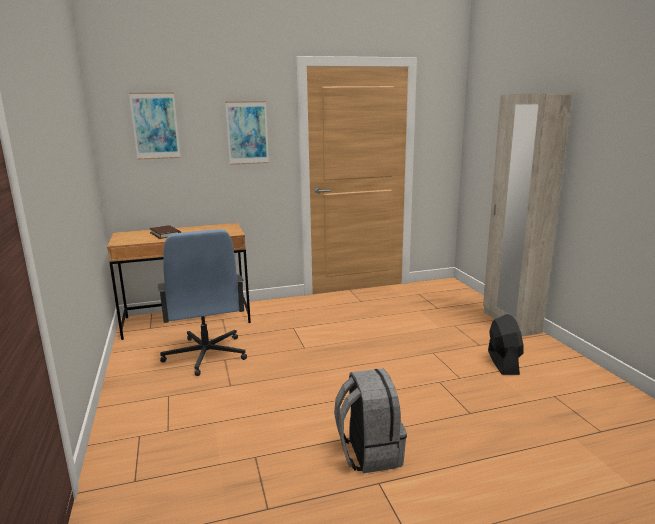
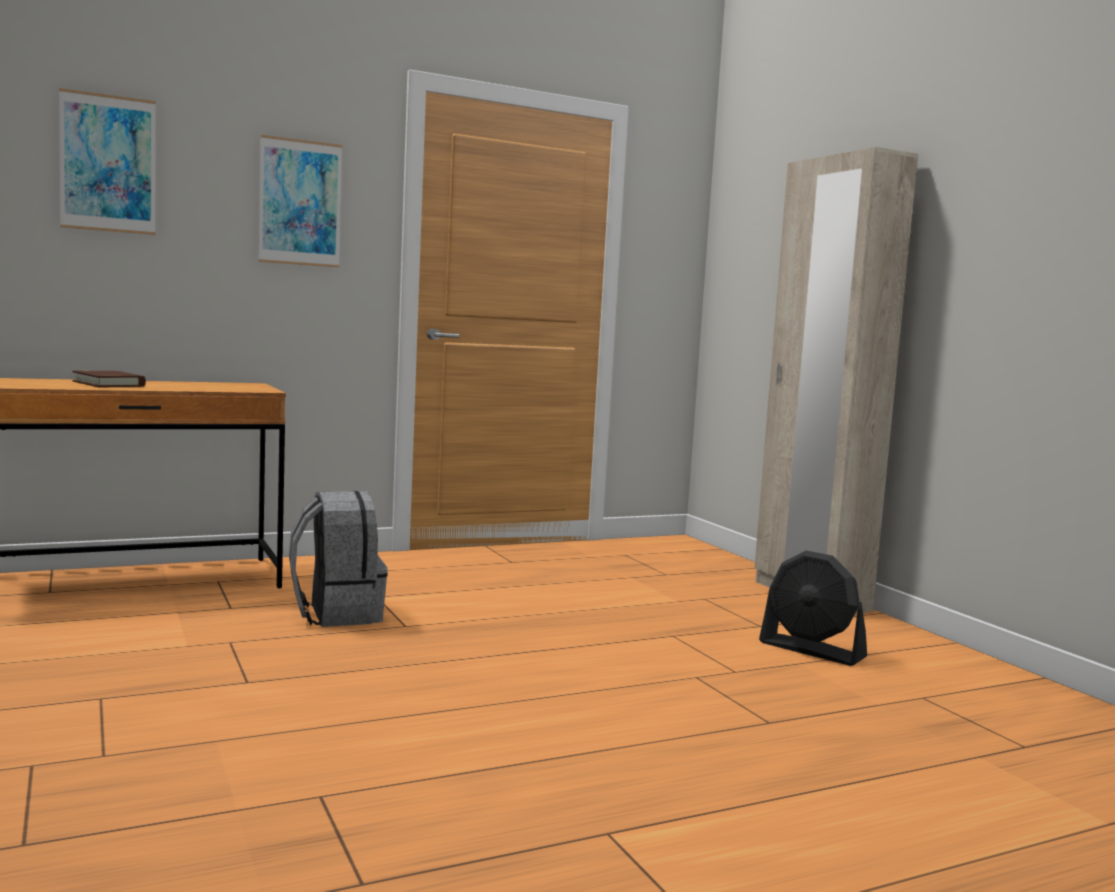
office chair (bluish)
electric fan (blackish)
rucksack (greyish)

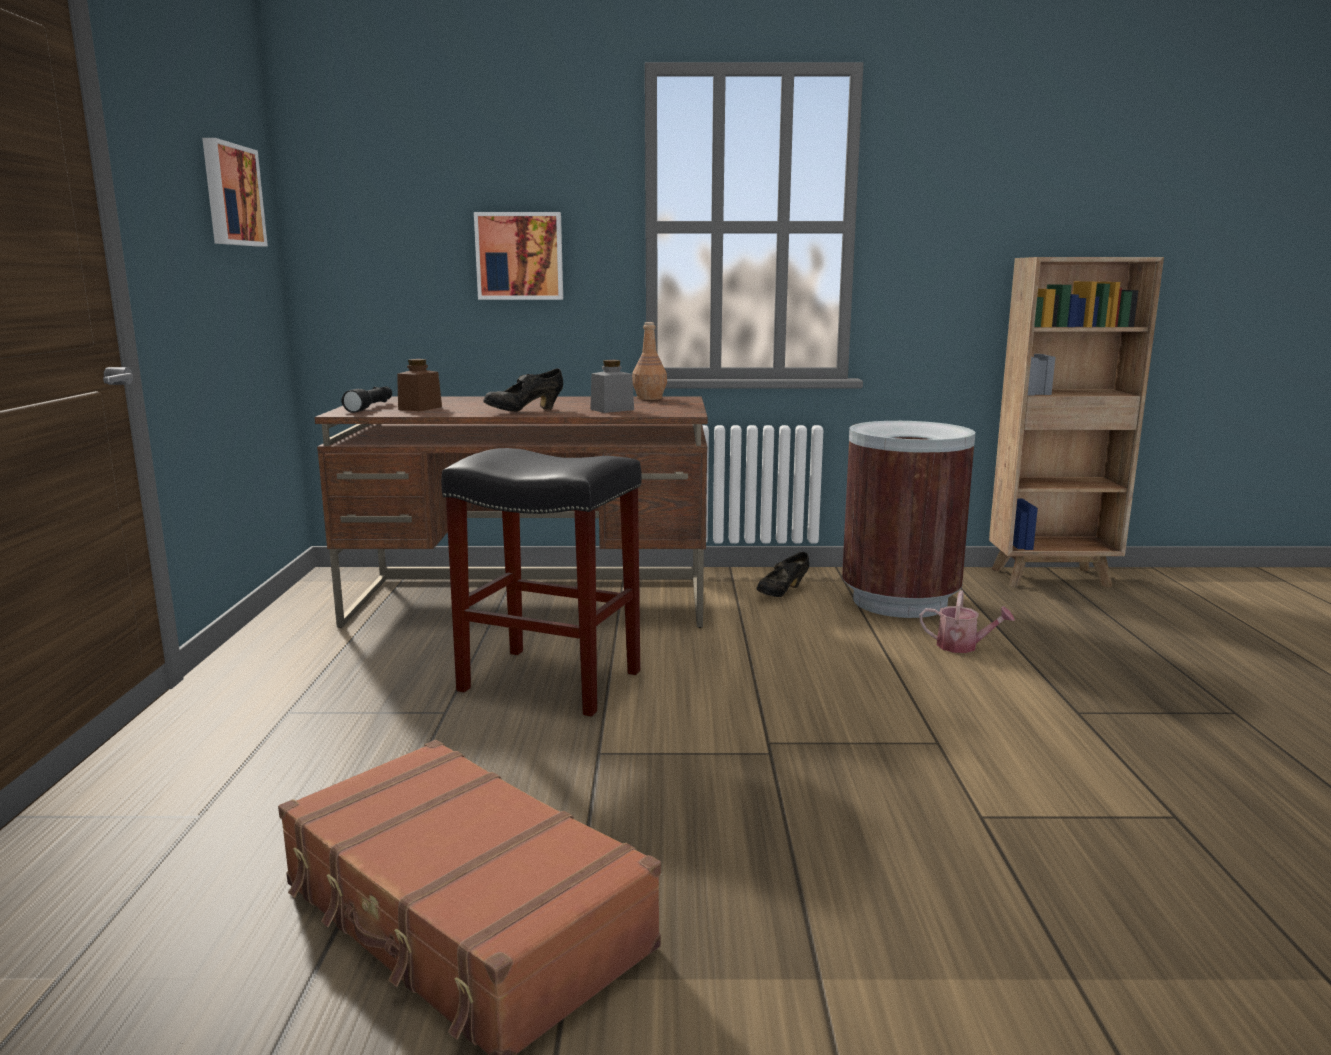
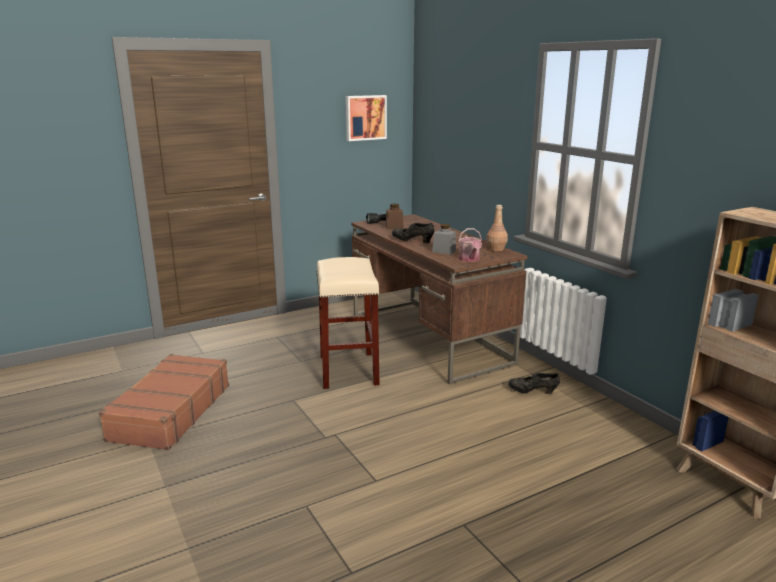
picture (2nd from left in the first image)
rubbish bin (brownish)
stool (beige-coloured)
watering pot

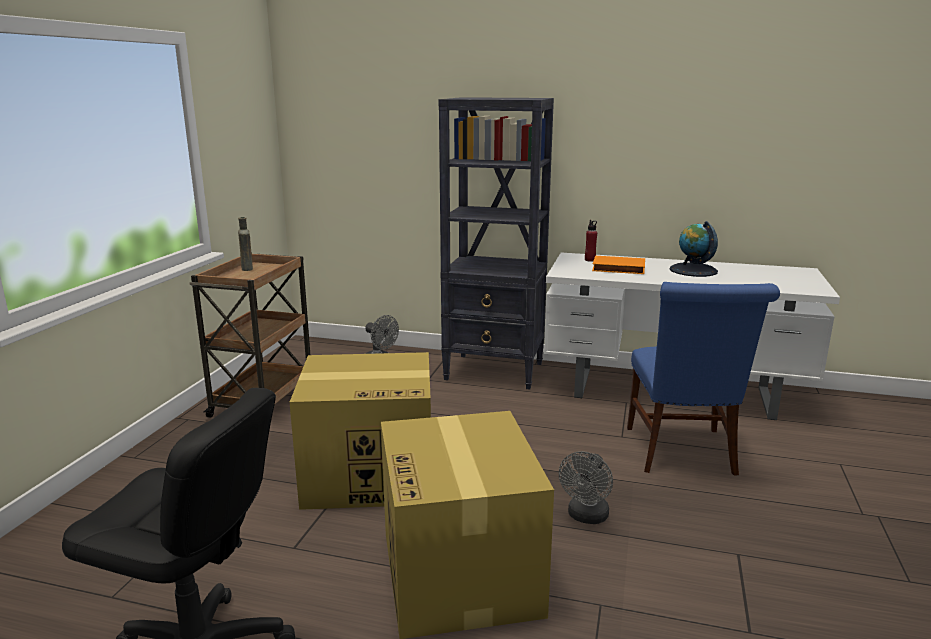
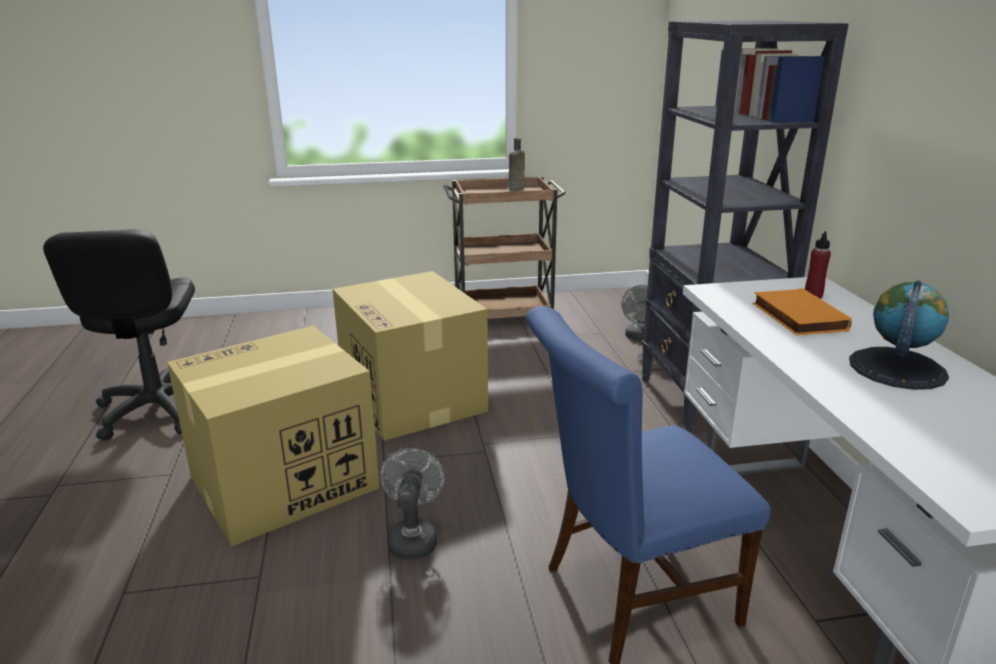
electric fan (greyish) (1st from left)

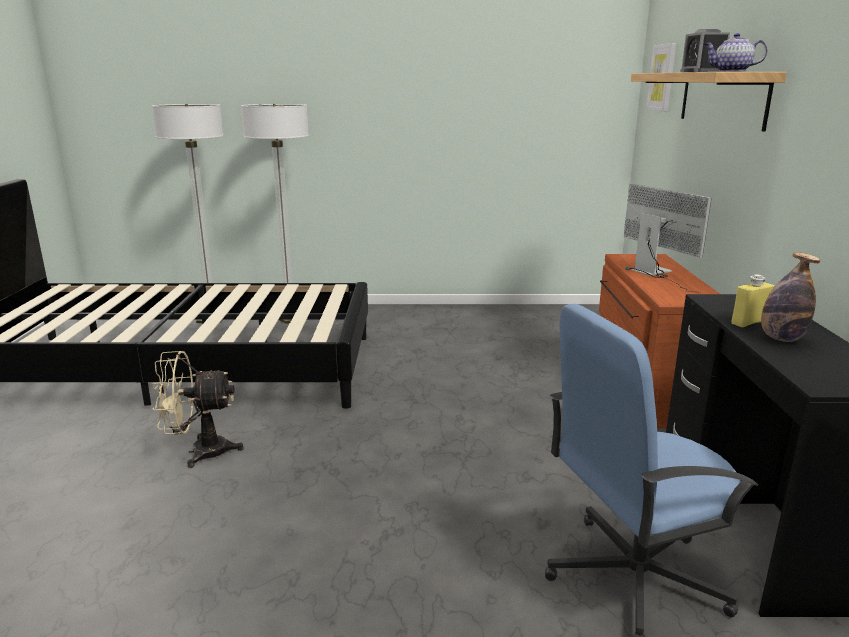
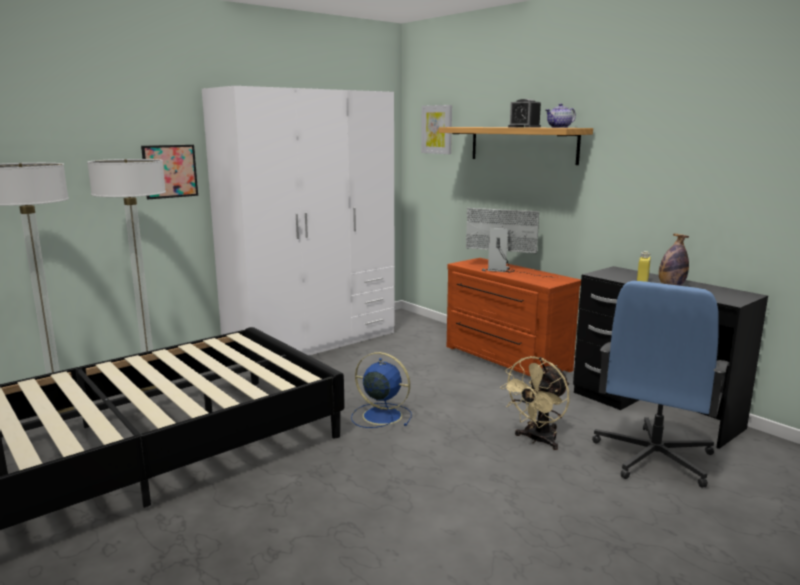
electric fan (beige-coloured)
armoire (white)
picture (1st from left)
electric fan (bluish)

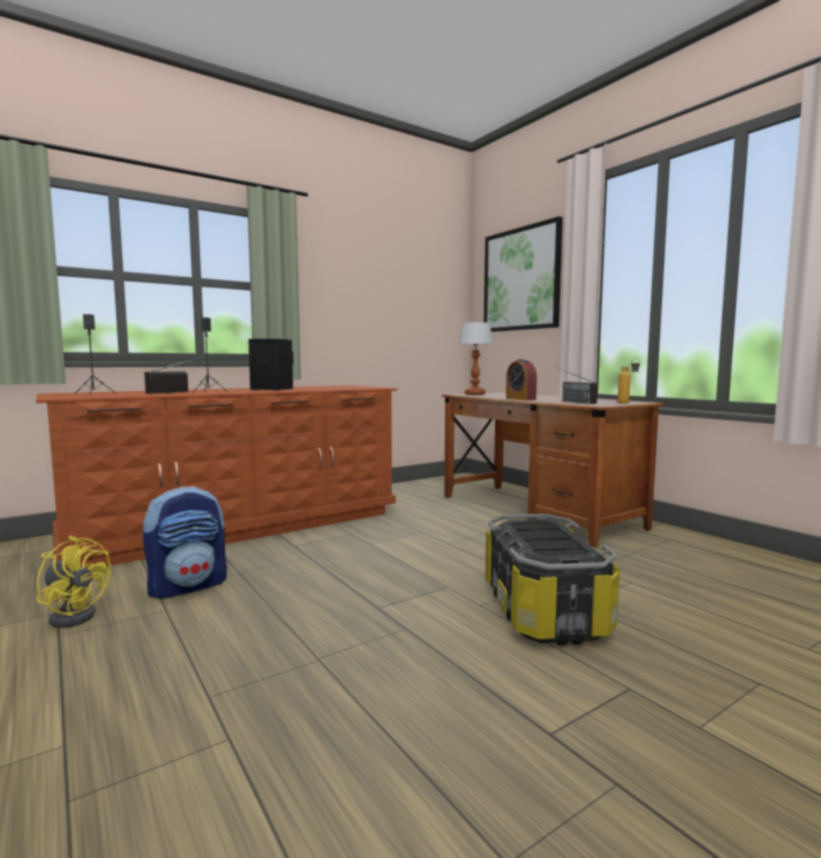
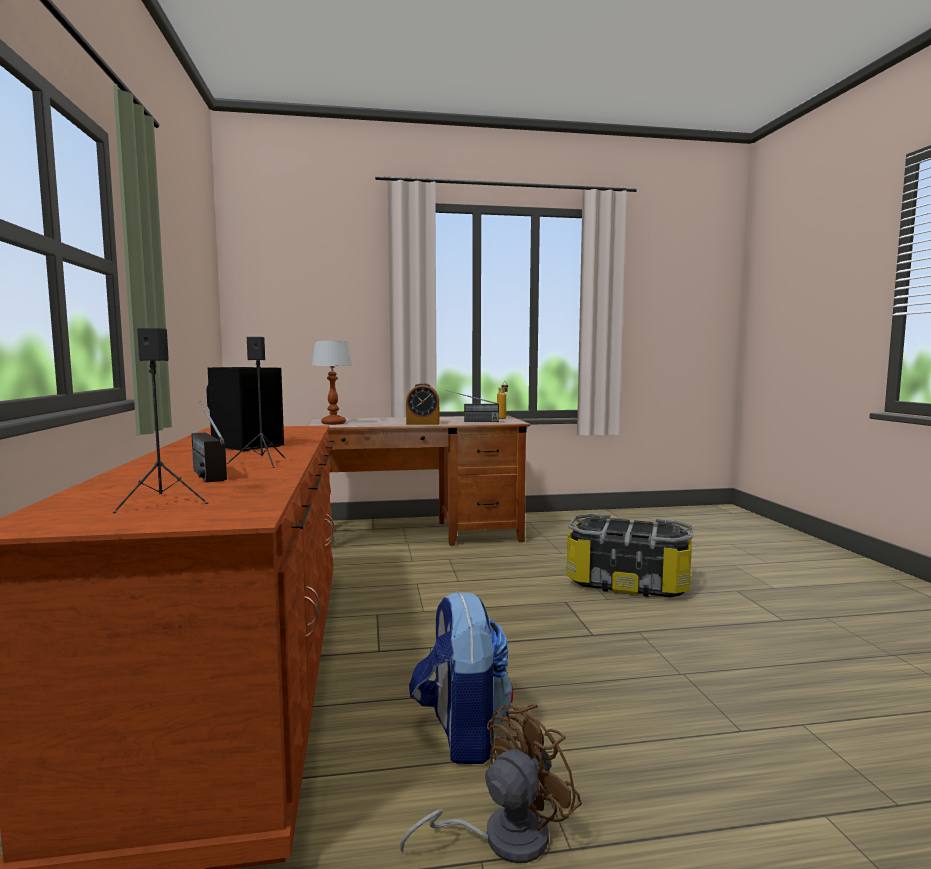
picture
electric fan (brownish)

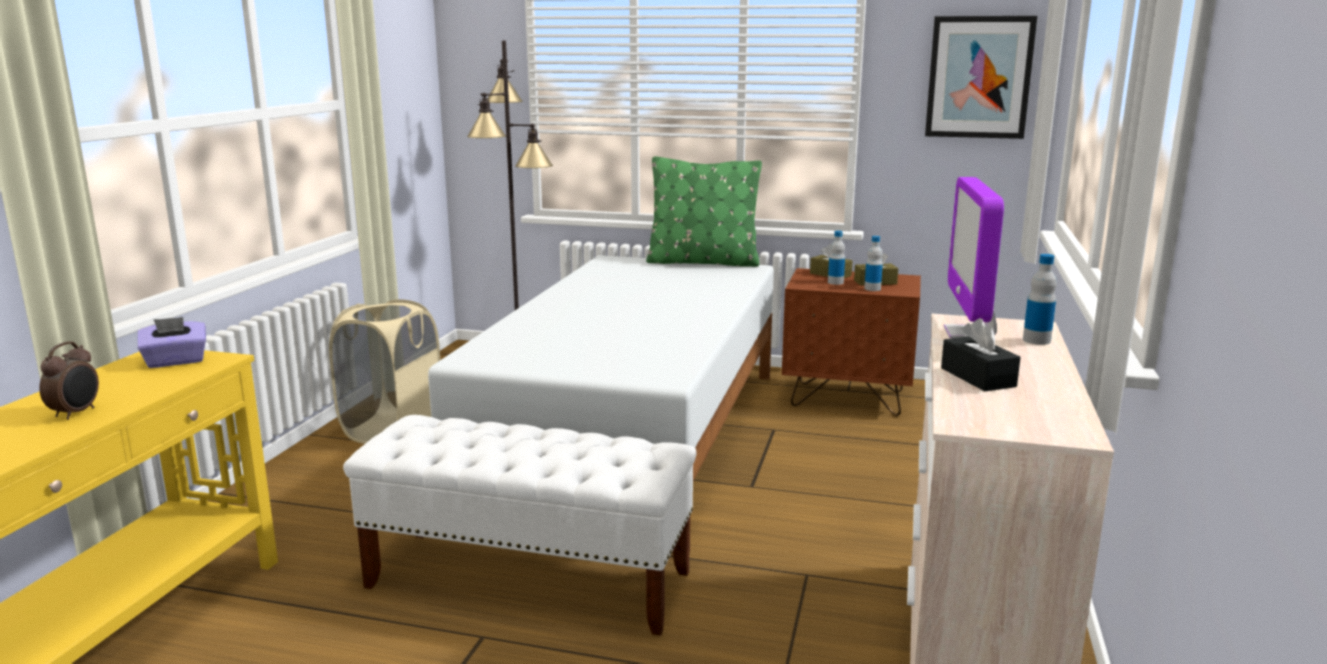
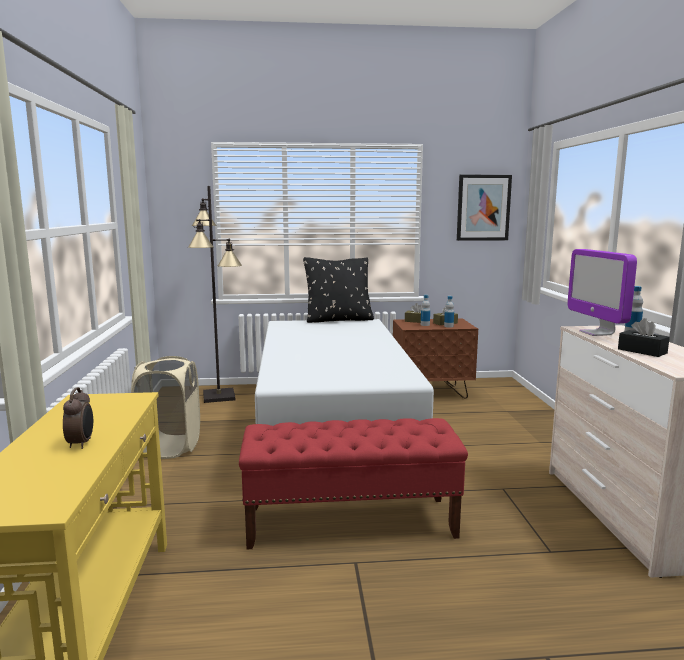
pillow (blackish)
box of tissues (purple-coloured)
bench (red)

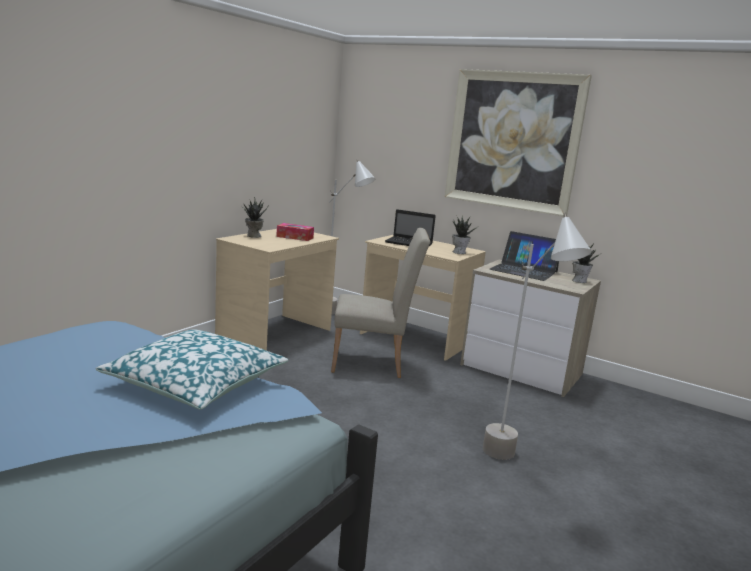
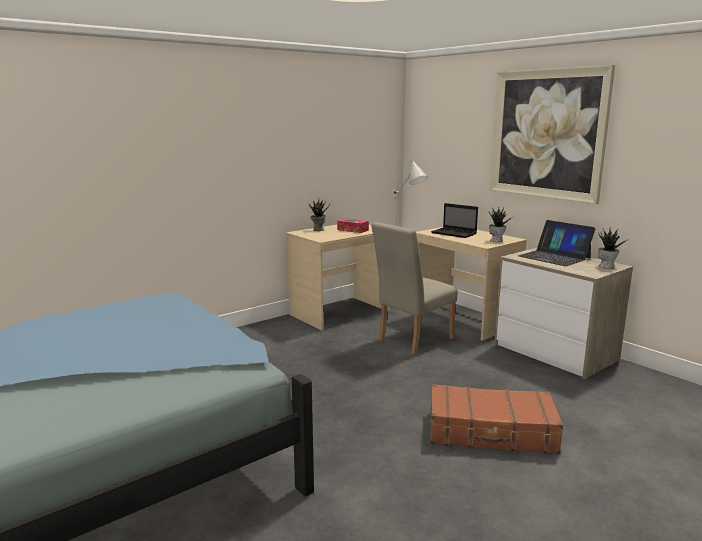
suitcase (brownish)
plain chair (beige-coloured)
pillow

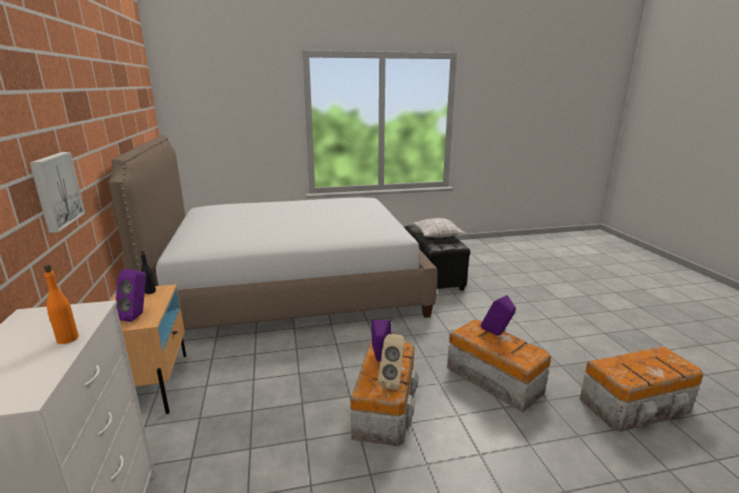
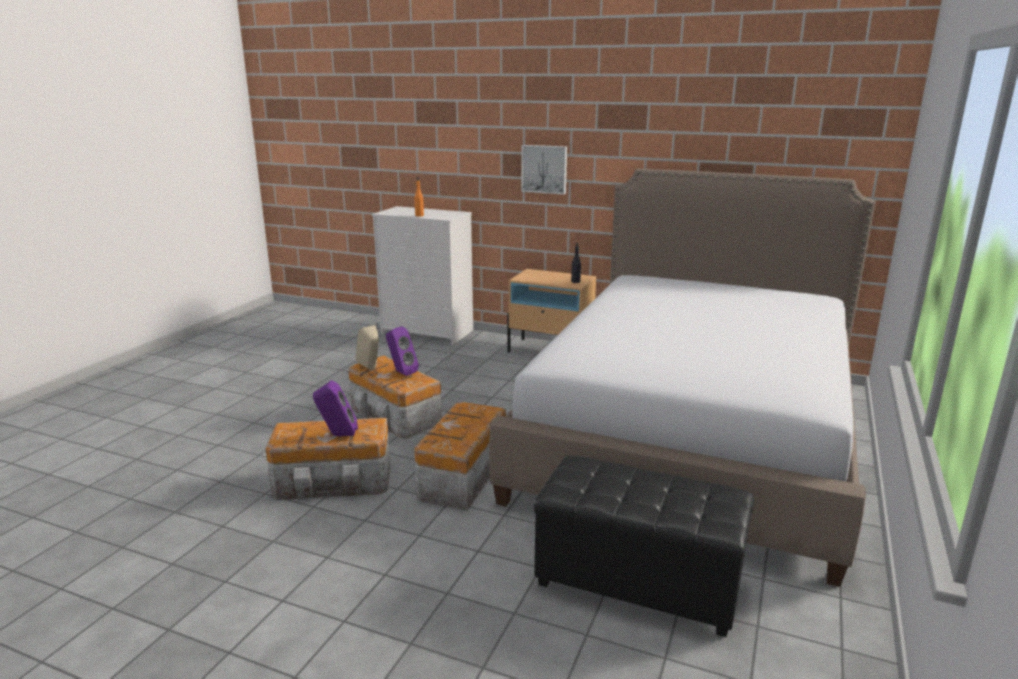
pillow
loudspeaker (purple-coloured) (1st from left in the first image)
storage bin (3rd from left)

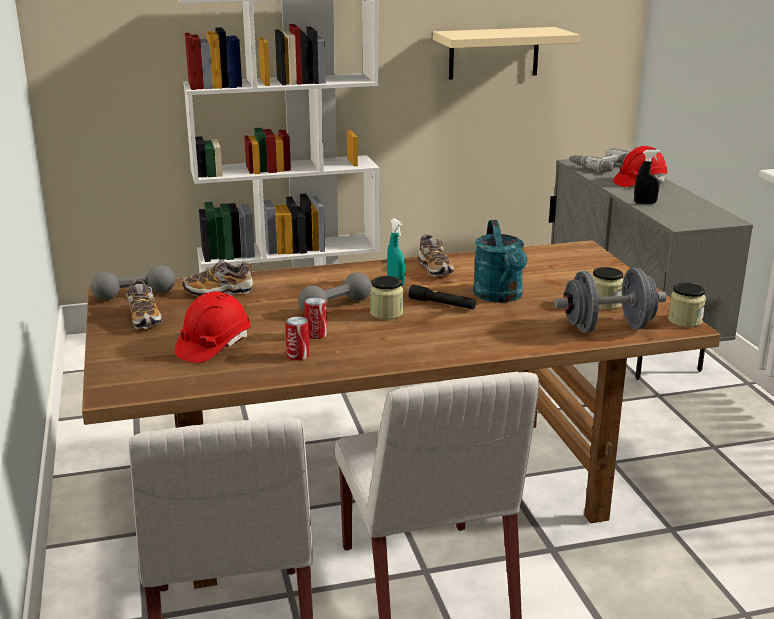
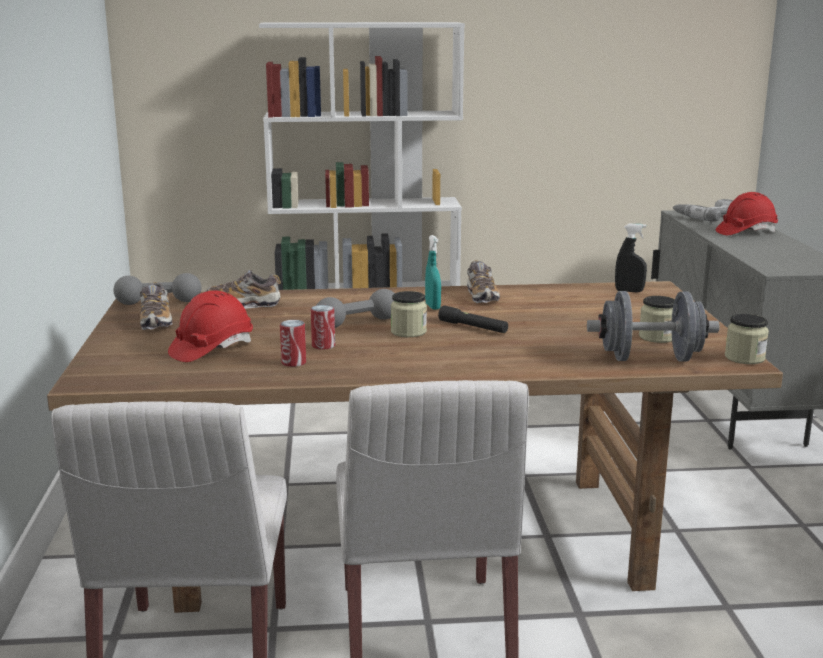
bracket shelf (beige-coloured)
sprayer (blackish)
watering pot (turquoise)

